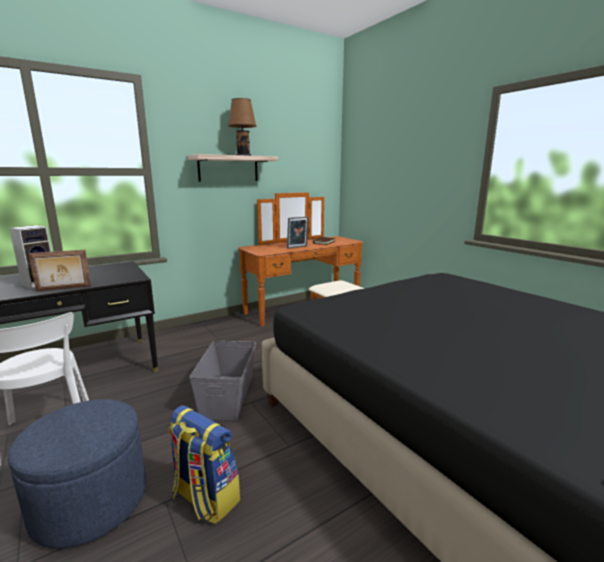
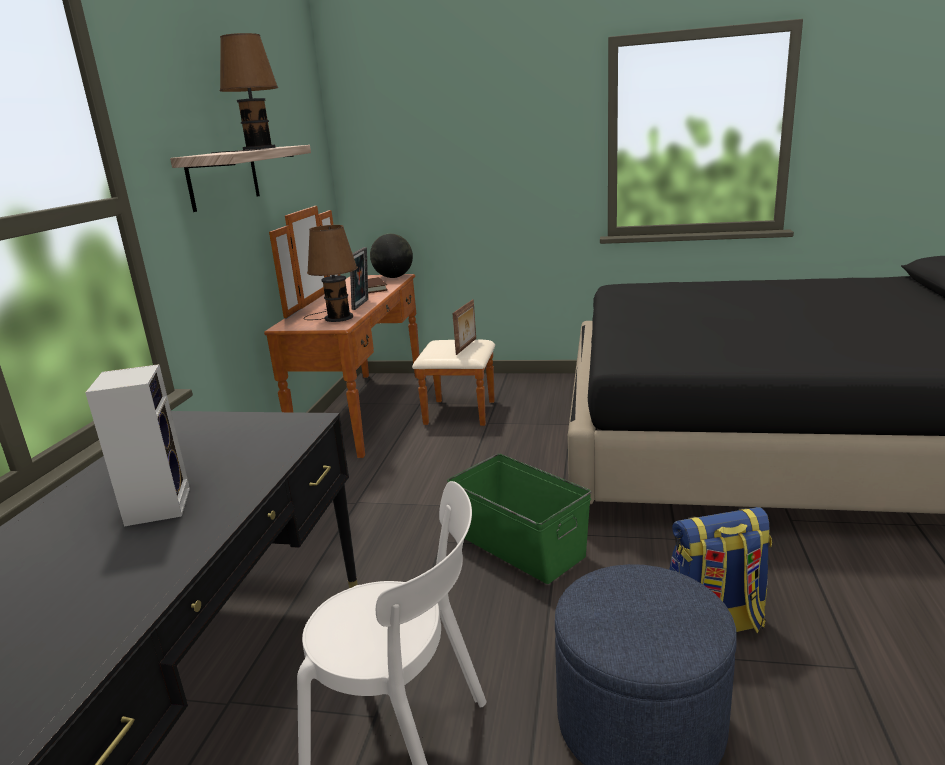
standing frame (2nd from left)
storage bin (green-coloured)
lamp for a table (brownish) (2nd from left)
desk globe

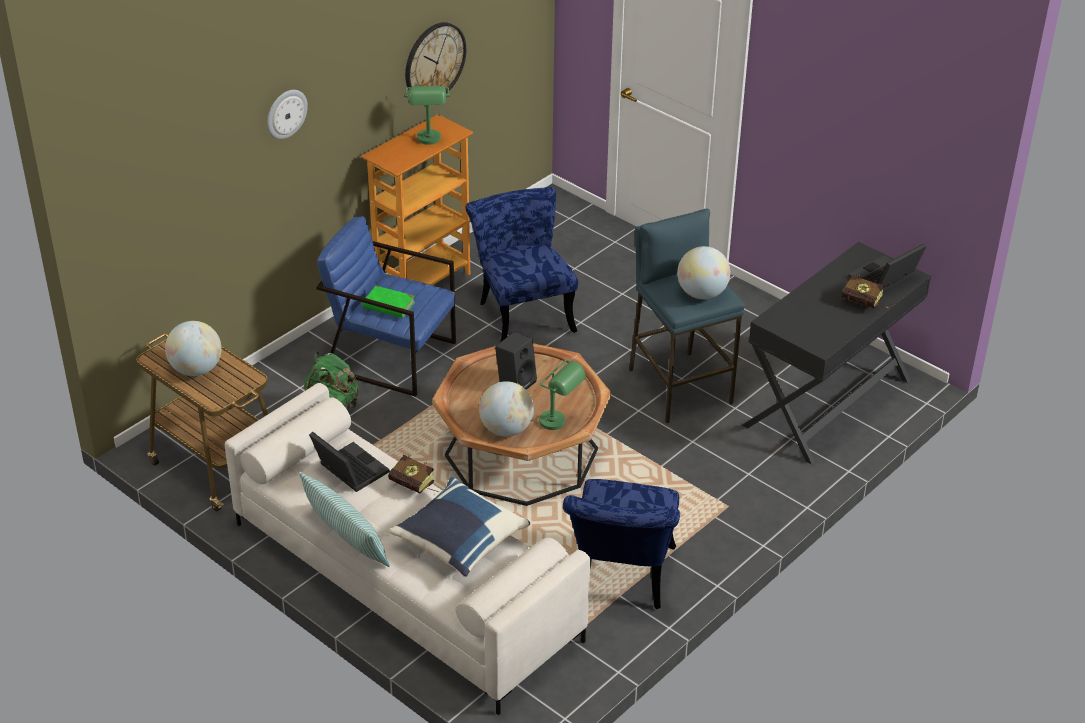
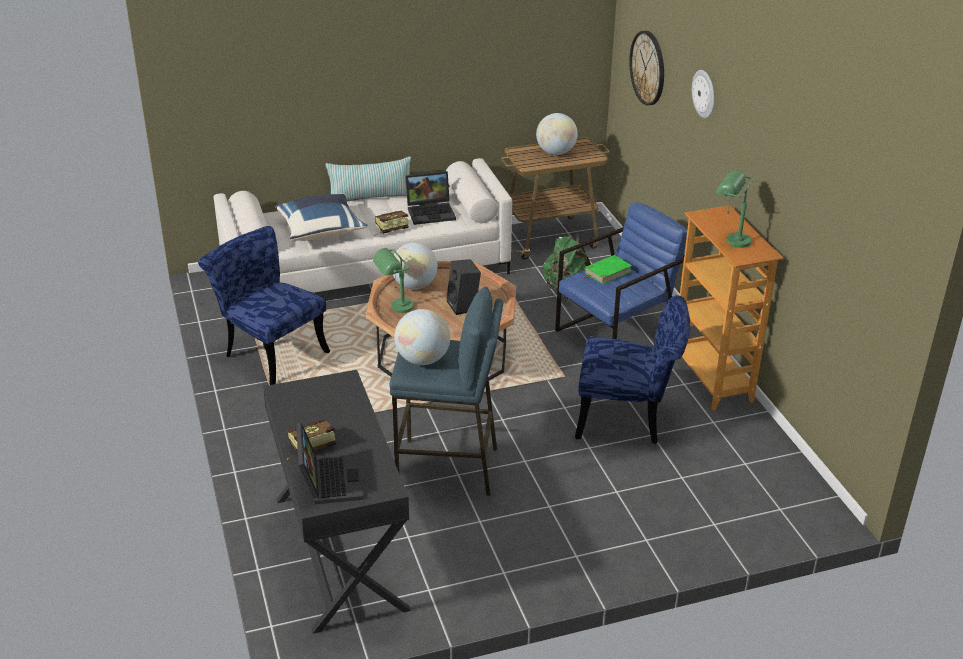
wall clock (1st from left)

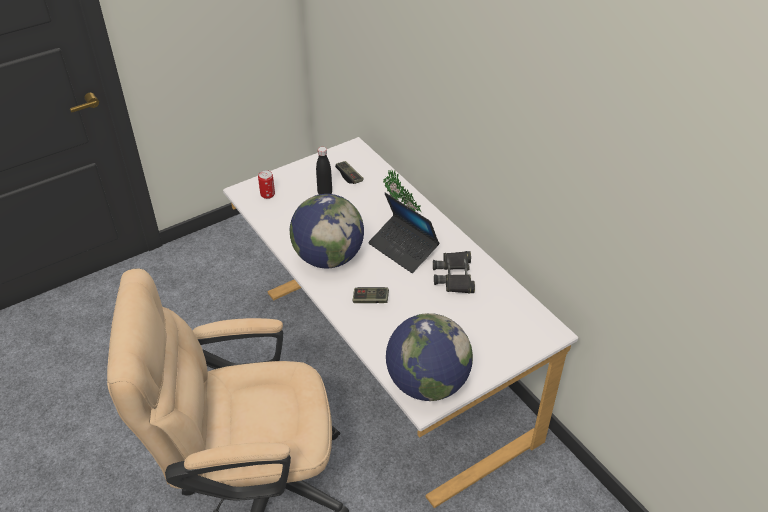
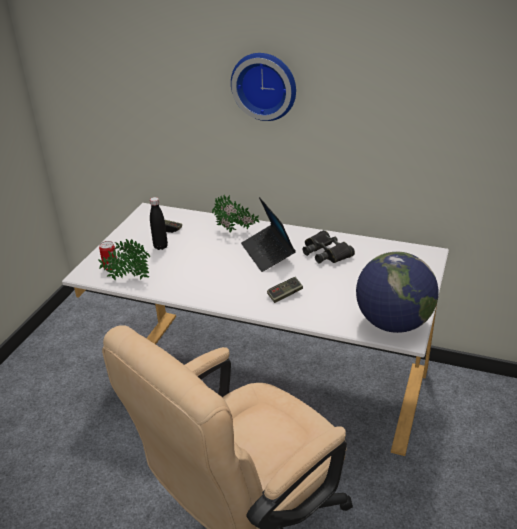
portable computer
desk globe (1st from left in the first image)
wall clock
houseplant (1st from left)

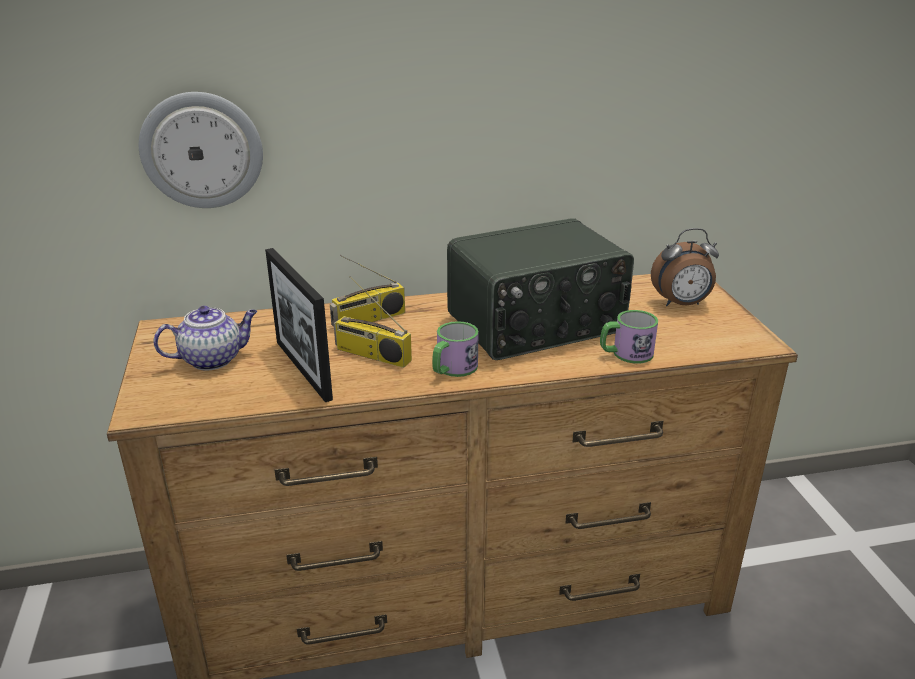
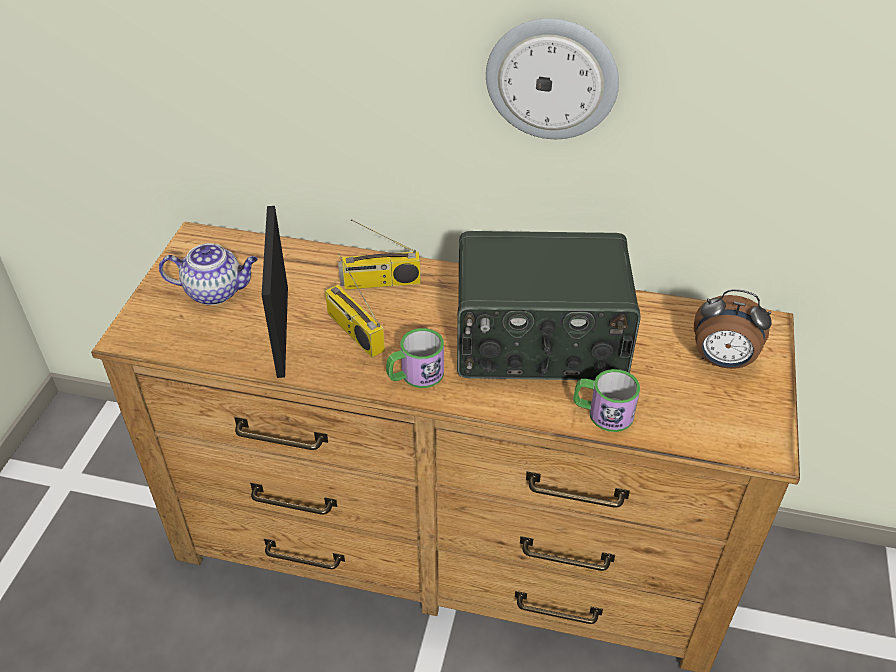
wall clock

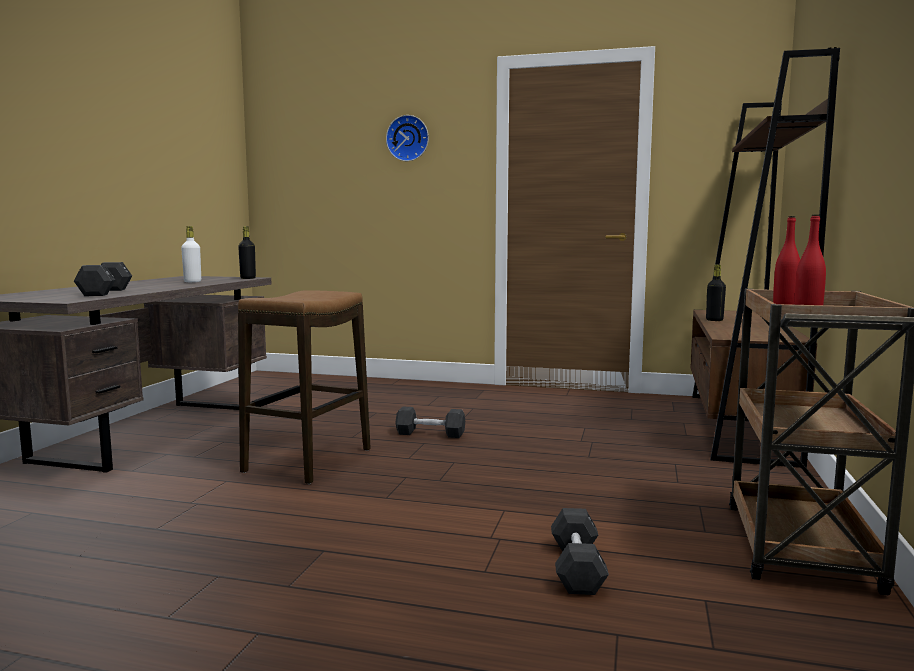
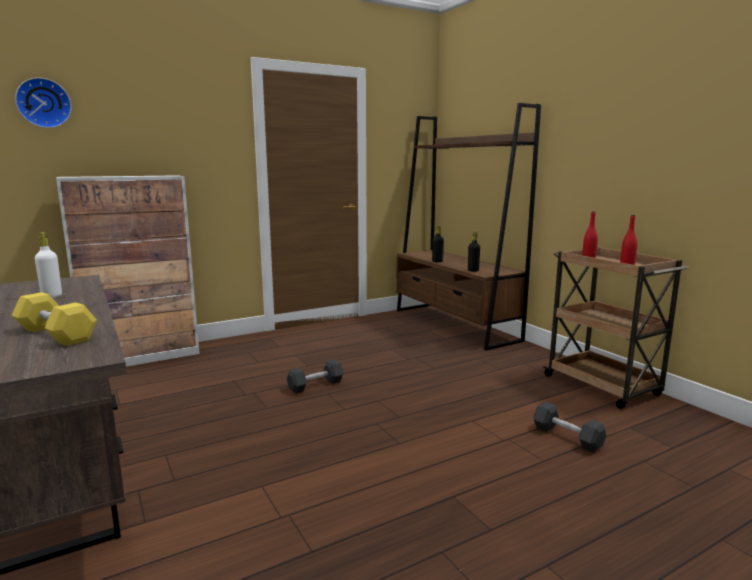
wall clock
drink bottle (blackish) (2nd from left)
dumbbell (yellow)
stool
storage cabinet

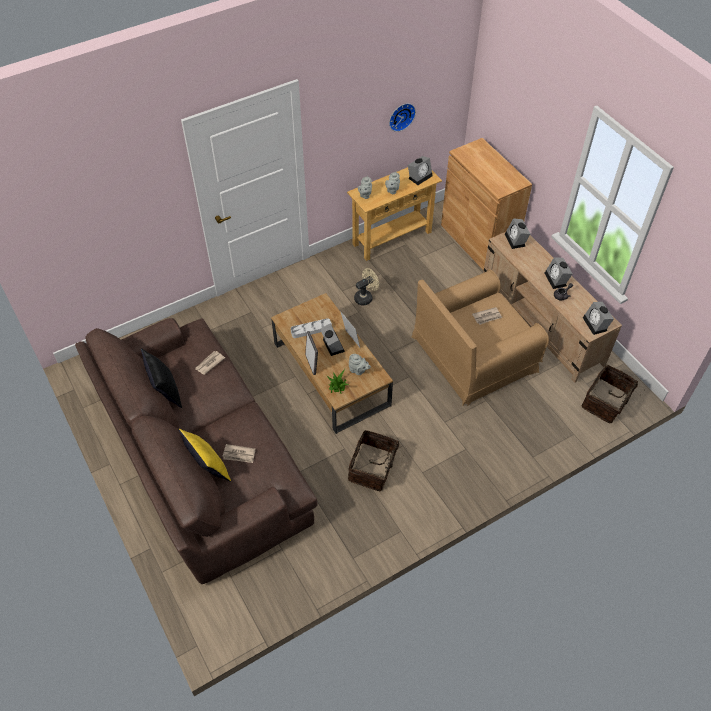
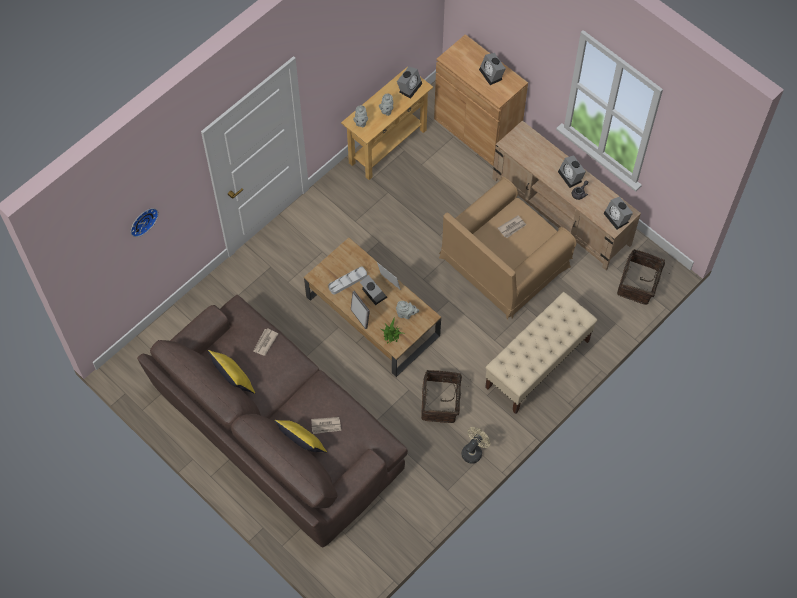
wall clock
alarm clock (3rd from left)
electric fan (beige-coloured)
pillow (yellow) (1st from left)
bench (beige-coloured)

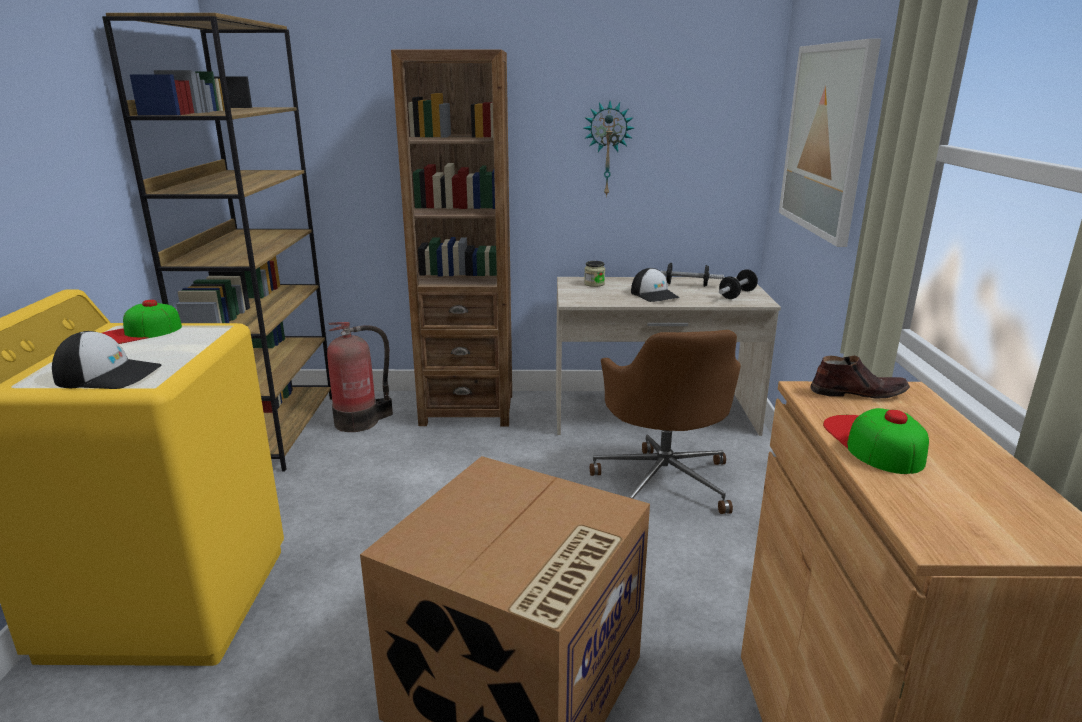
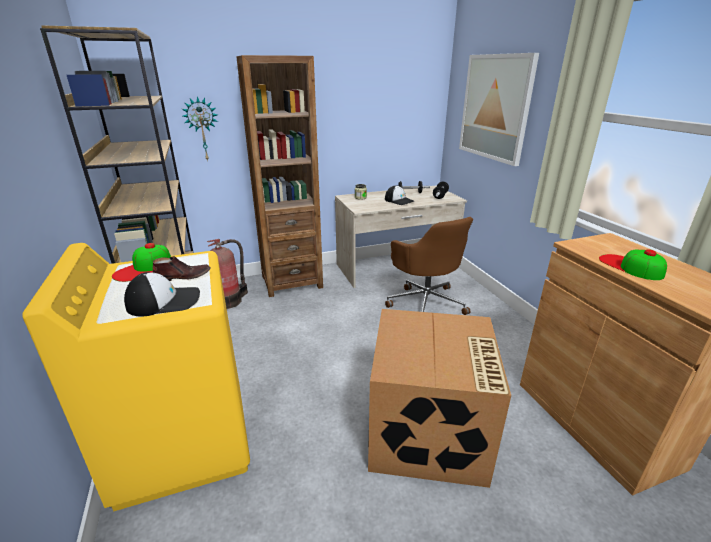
wall clock
low shoe (brownish)

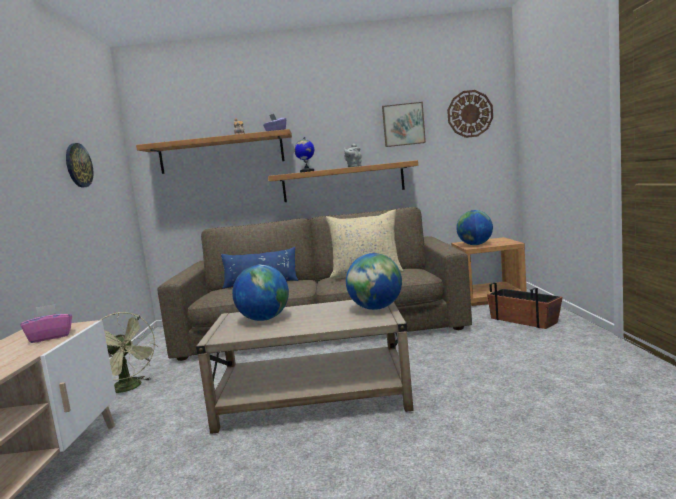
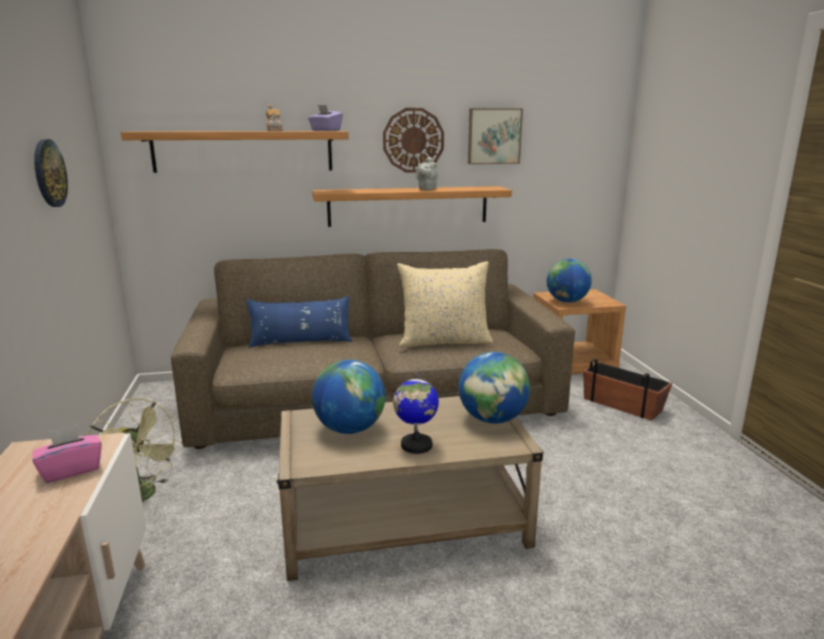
wall clock (2nd from left)
desk globe (2nd from left)

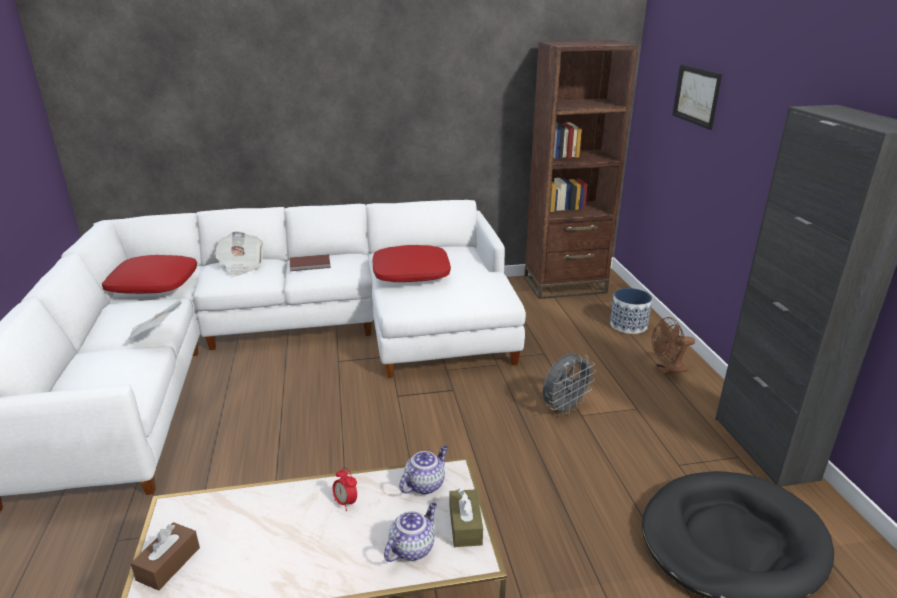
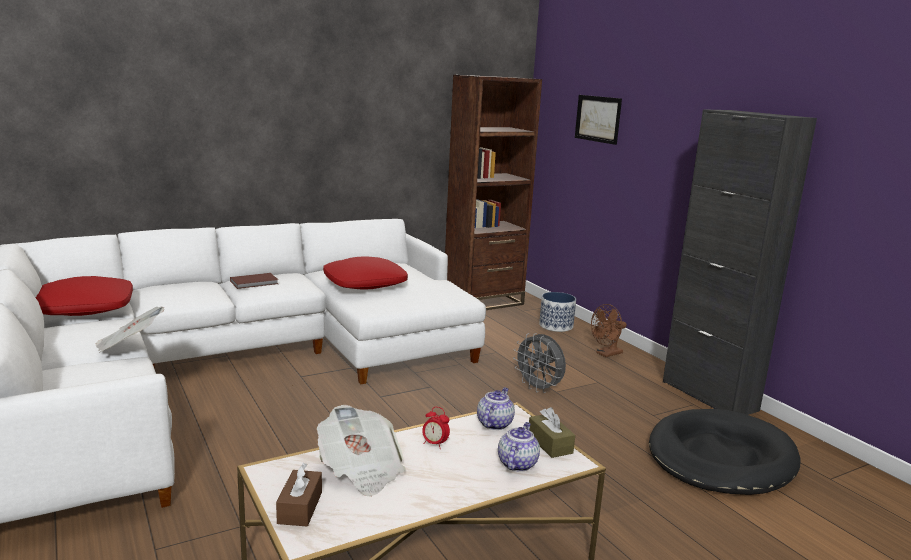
newspaper (2nd from left)
electric fan (greyish)

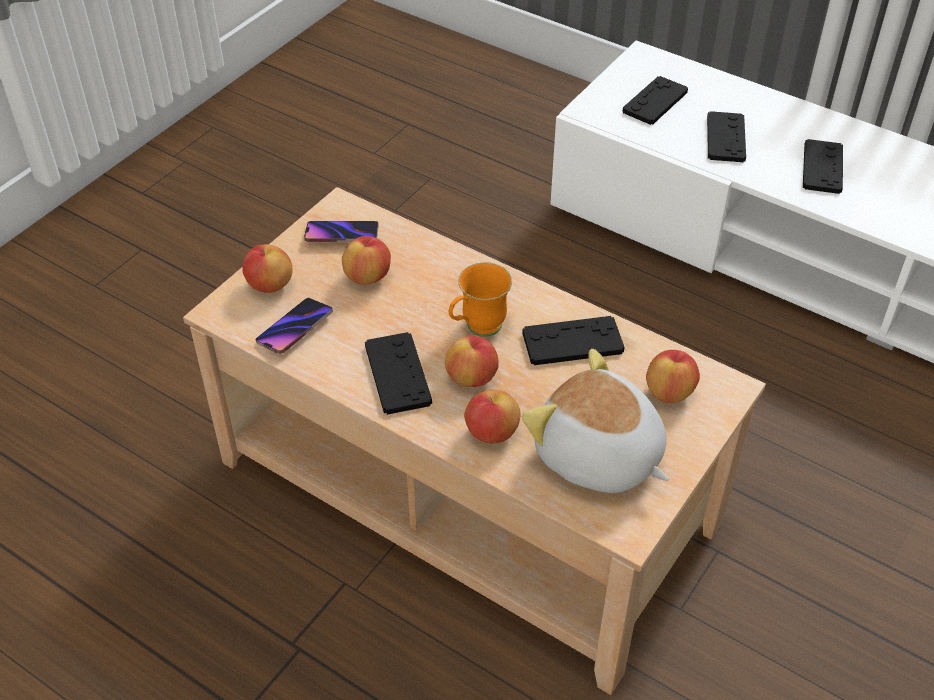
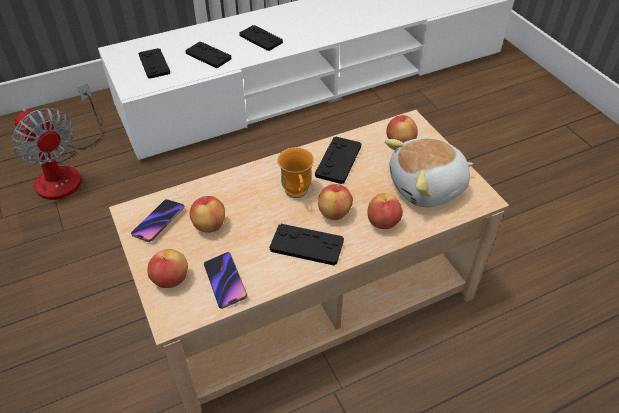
electric fan

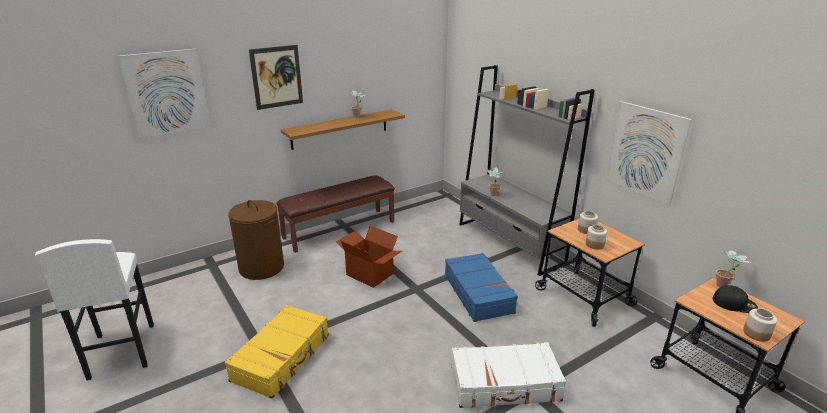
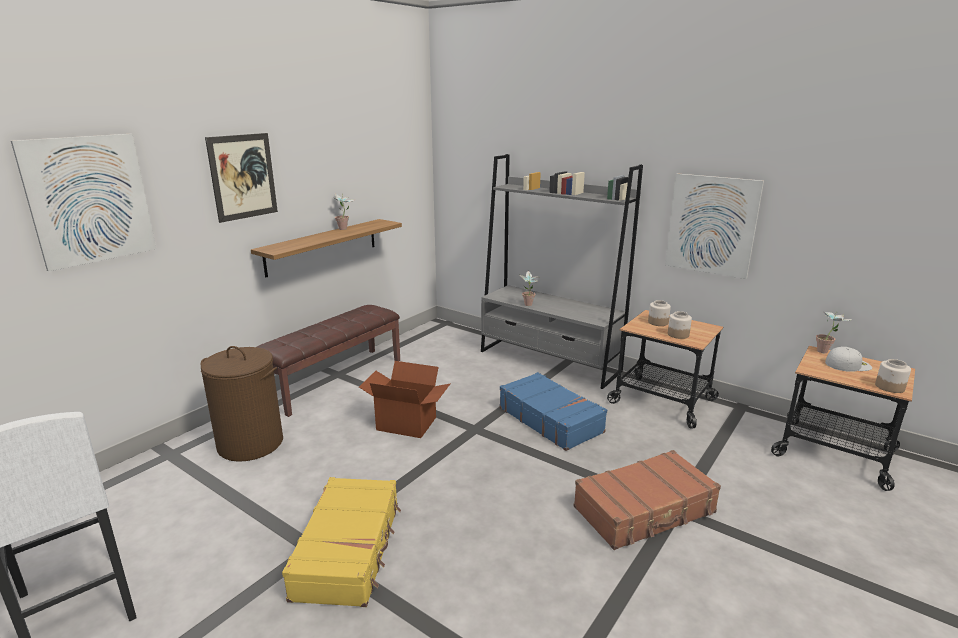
peaked cap (white)
suitcase (brownish)

